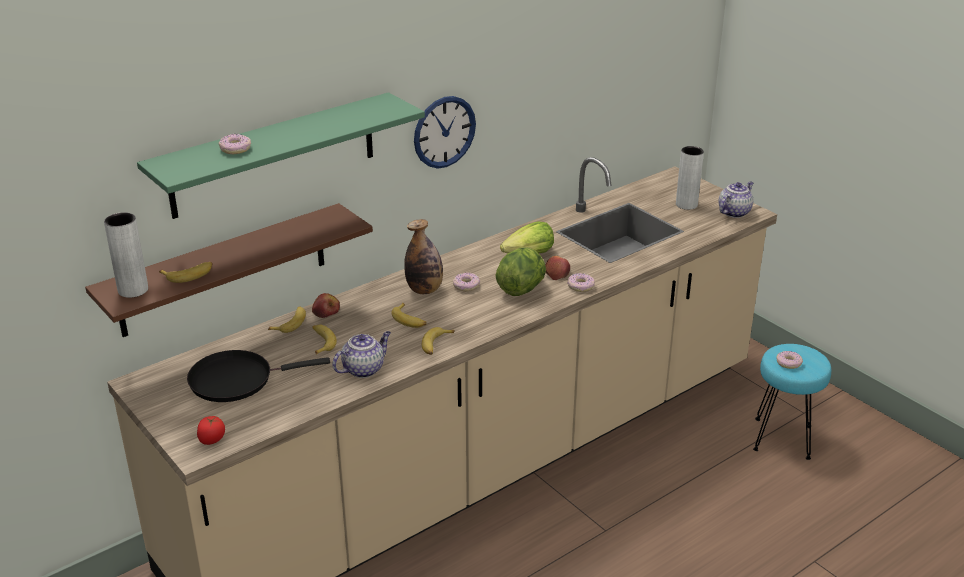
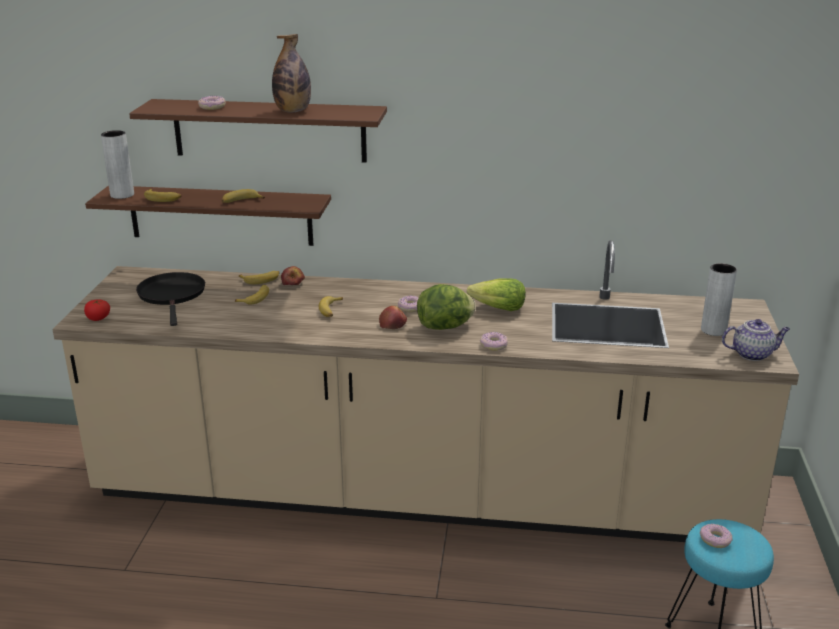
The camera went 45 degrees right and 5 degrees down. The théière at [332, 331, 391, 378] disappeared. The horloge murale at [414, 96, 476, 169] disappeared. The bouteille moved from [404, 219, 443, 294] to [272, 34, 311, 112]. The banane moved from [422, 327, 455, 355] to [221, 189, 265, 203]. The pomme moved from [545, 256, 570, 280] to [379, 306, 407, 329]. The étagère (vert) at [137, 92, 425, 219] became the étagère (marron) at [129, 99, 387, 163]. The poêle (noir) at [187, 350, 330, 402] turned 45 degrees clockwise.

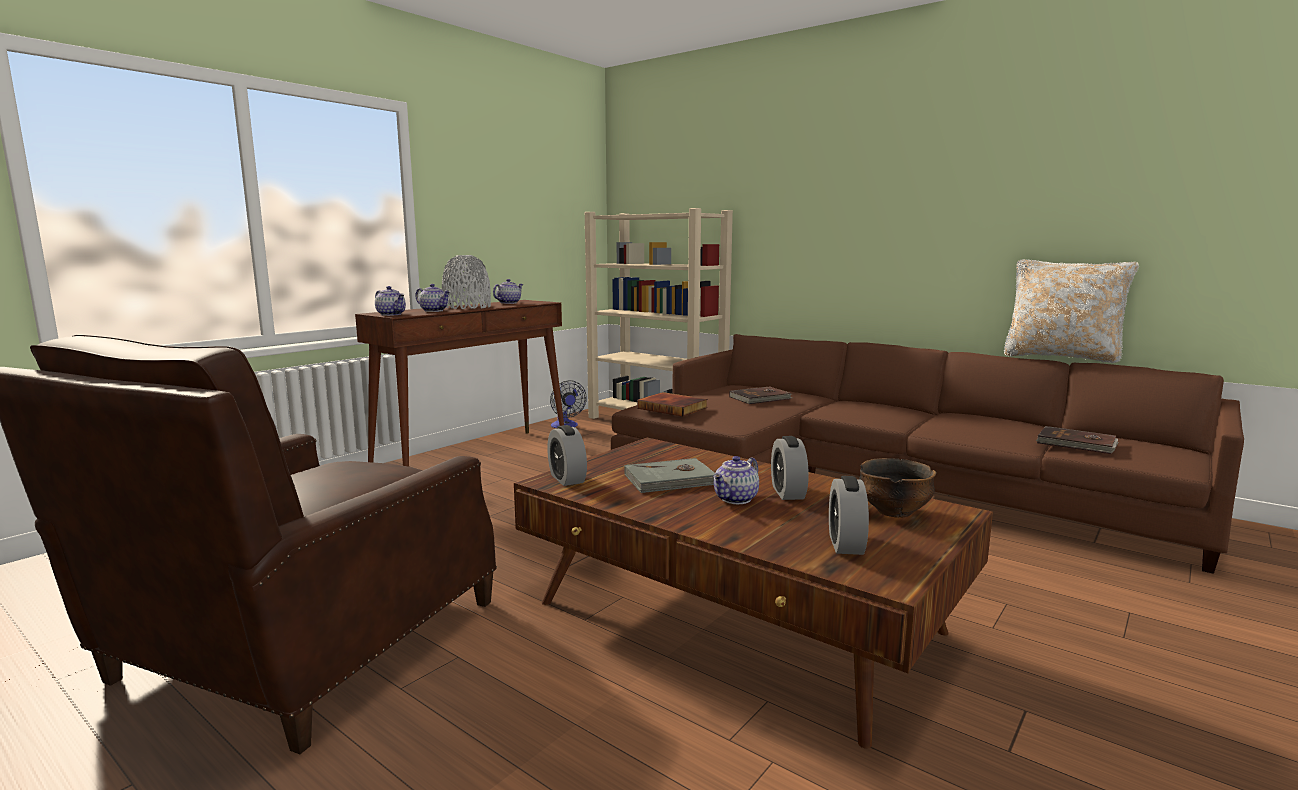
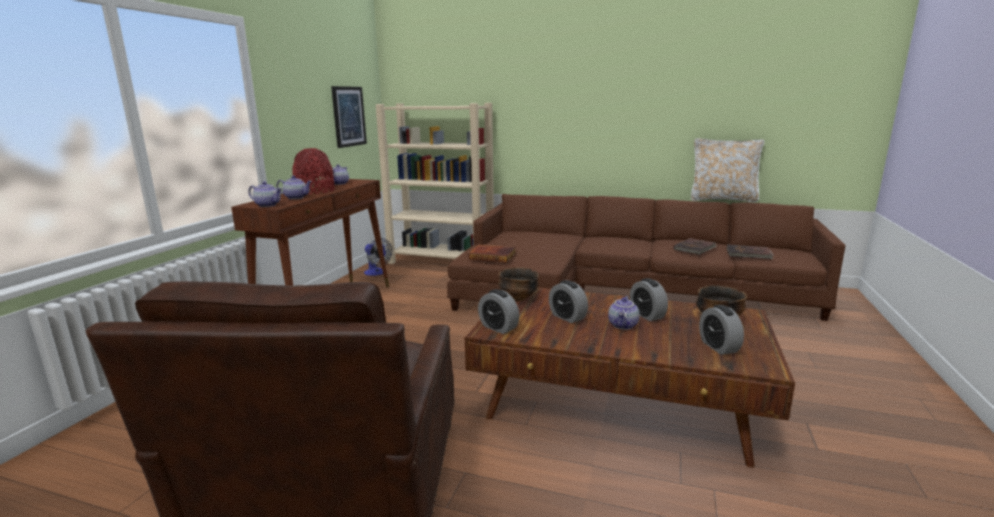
The camera went 20 degrees left and 5 degrees up. The tableau at [331, 86, 367, 148] appeared. The bol at [498, 267, 539, 302] appeared. The livre (marron) moved from [729, 387, 792, 404] to [674, 238, 717, 255]. The livre (gris) at [624, 458, 715, 493] was replaced by the réveil at [549, 280, 588, 323]. The vase (gris) at [442, 255, 491, 309] became the vase (rouge) at [292, 148, 334, 194].

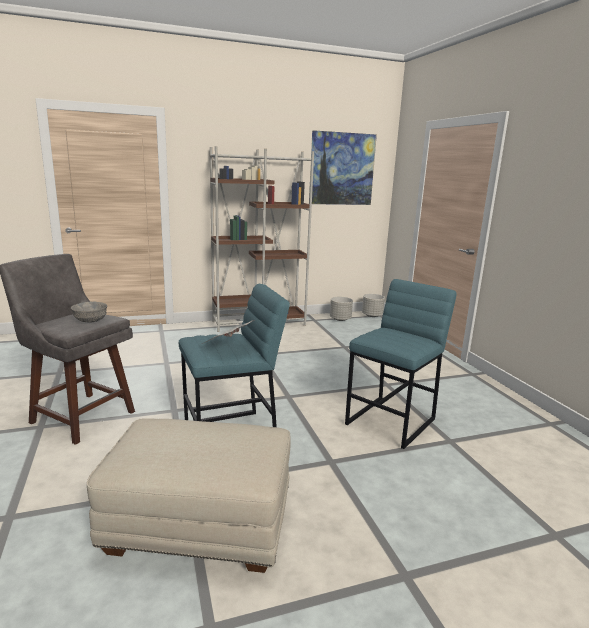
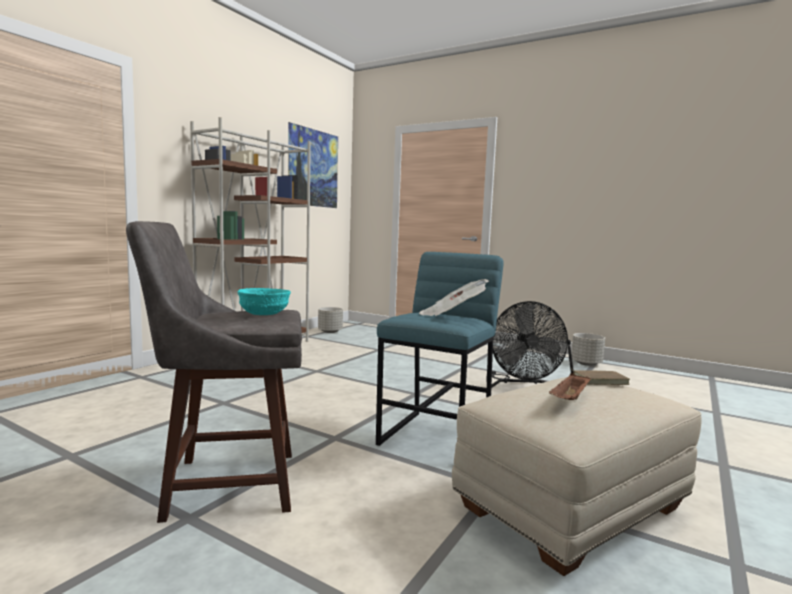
The camera went 40 degrees left and 10 degrees down. The plateau (marron) at [549, 373, 591, 400] appeared. The livre (marron) at [571, 368, 630, 385] appeared. The cache-pot (gris) moved from [362, 294, 385, 317] to [571, 333, 605, 366]. The tabouret (bleu) at [345, 279, 457, 449] was replaced by the ventilateur (noir) at [491, 301, 574, 388]. The bol (gris) at [71, 302, 107, 323] became the bol (turquoise) at [237, 288, 291, 315].

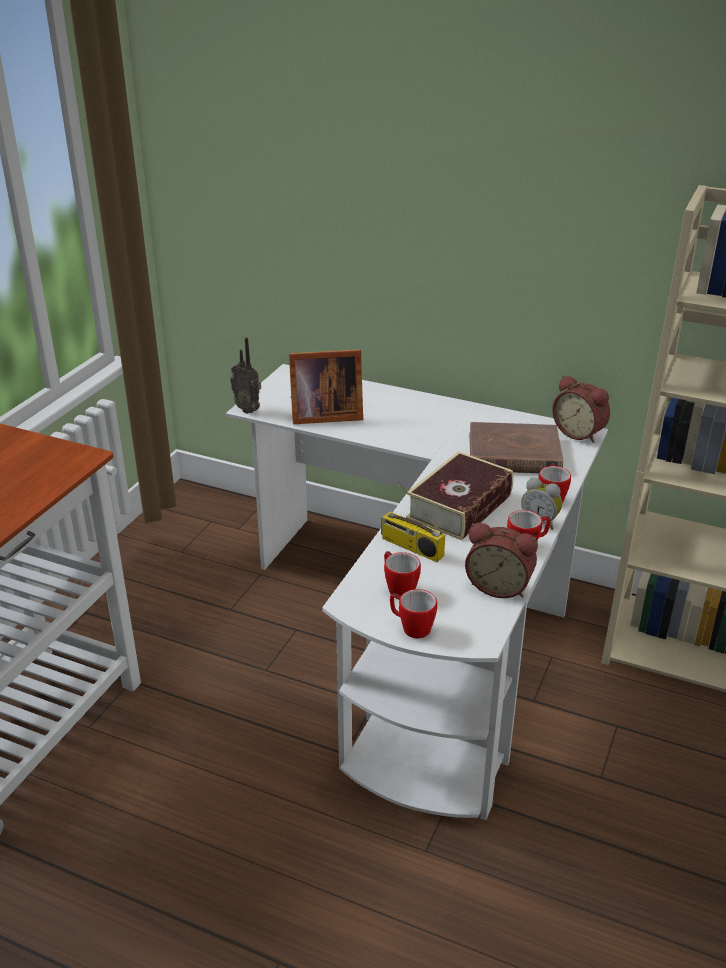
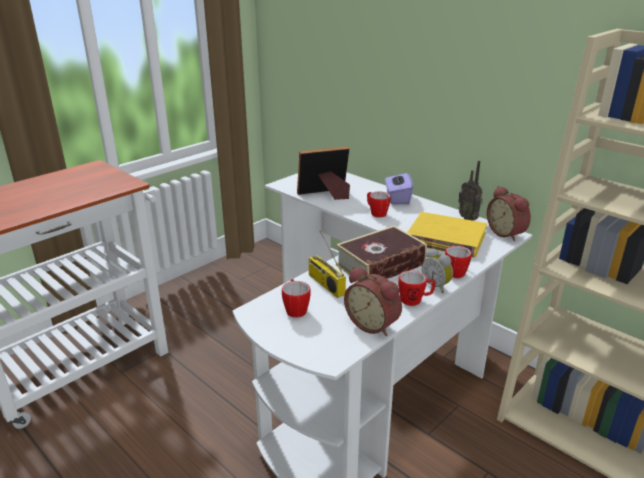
The camera went 20 degrees right and 5 degrees down. The boîte à mouchoirs (violet) at [385, 169, 413, 204] appeared. The radio moved from [230, 337, 261, 414] to [458, 160, 483, 221]. The mug moved from [390, 589, 437, 639] to [367, 192, 391, 218]. The livre (marron) at [469, 422, 563, 473] became the livre (jaune) at [407, 212, 487, 257]. The cadre photo at [289, 349, 363, 424] turned 150 degrees clockwise.

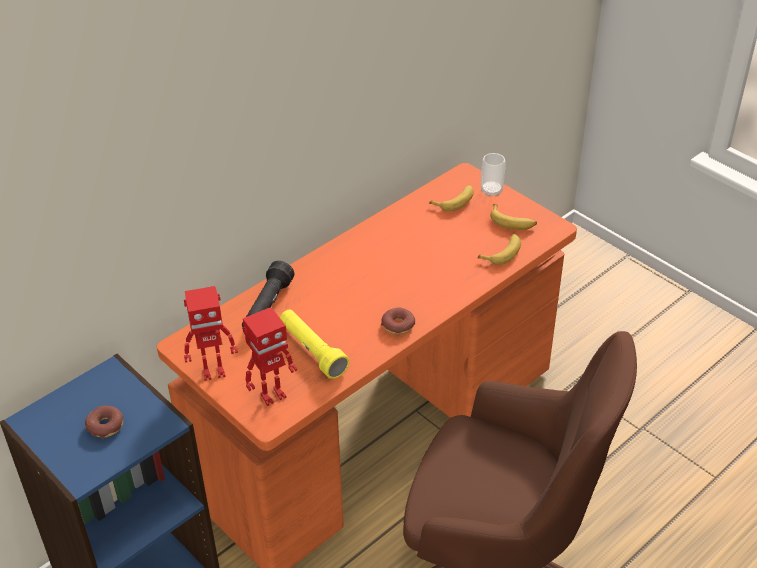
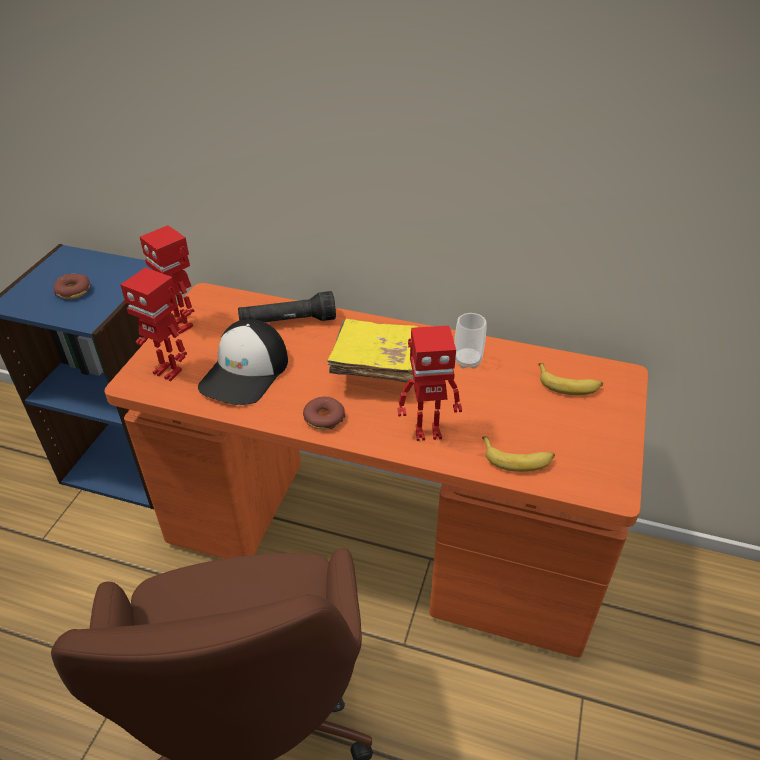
The camera went 60 degrees right and 0 degrees up. The banane at [490, 204, 537, 230] disappeared. The livre (jaune) at [327, 319, 417, 383] appeared. The robot jouet at [398, 326, 462, 441] appeared. The tasse moved from [481, 153, 505, 197] to [454, 313, 487, 369]. The lampe de poche (jaune) at [280, 310, 349, 379] was replaced by the casquette at [198, 319, 288, 405].

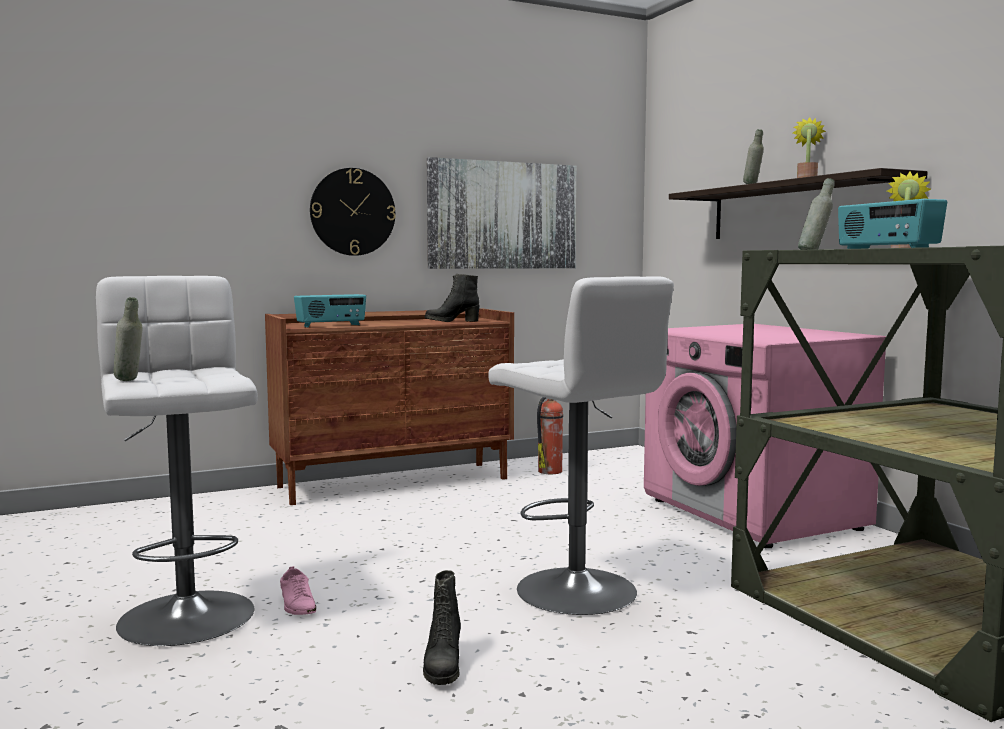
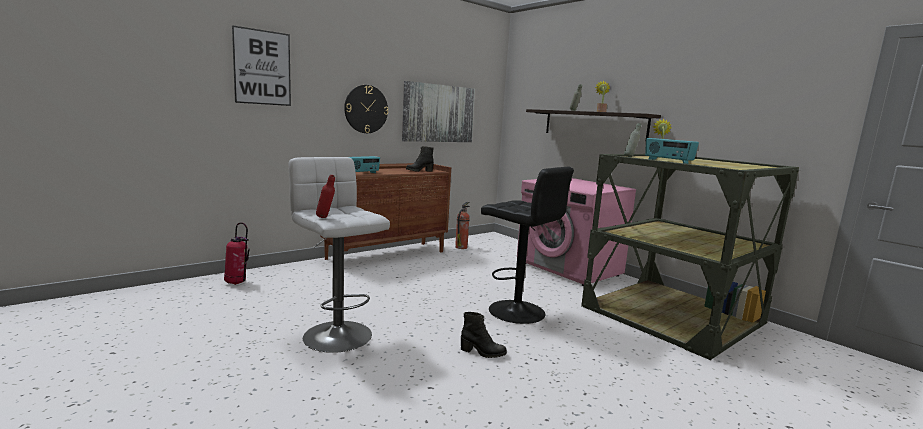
The camera went 15 degrees left and 5 degrees up. The chaussure (rose) at [280, 566, 316, 615] disappeared. The extincteur at [224, 222, 250, 285] appeared. The tableau at [232, 25, 291, 106] appeared. The bouteille (gris) at [113, 297, 143, 381] became the bouteille (rouge) at [316, 175, 335, 218]. The tabouret (blanc) at [488, 276, 674, 615] became the tabouret (noir) at [481, 167, 574, 324]. The botte (noir) at [423, 570, 461, 685] turned 60 degrees counterclockwise.

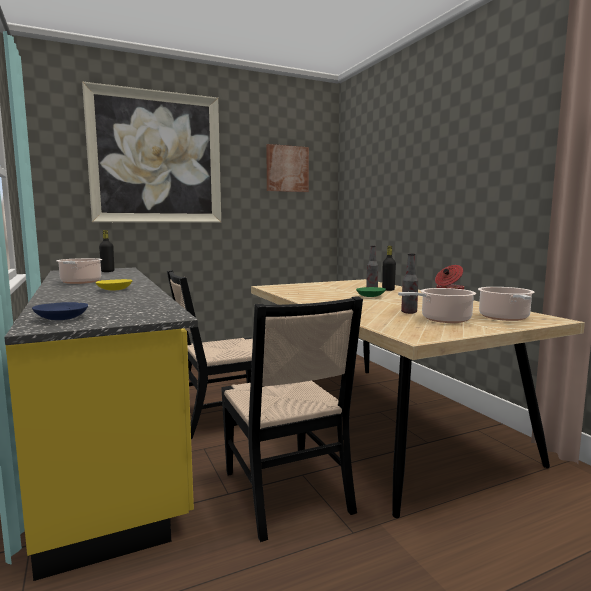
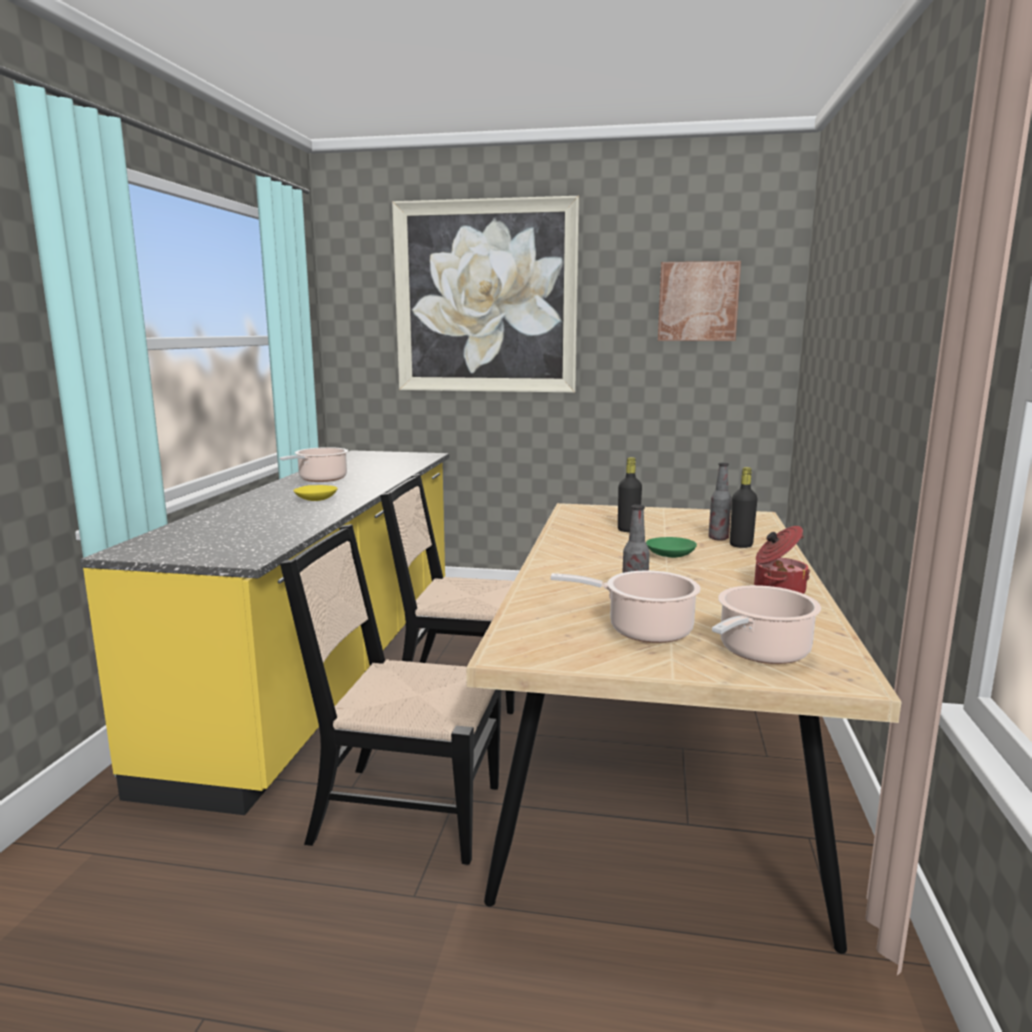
The camera went 35 degrees right and 5 degrees up. The bol (bleu) at [32, 302, 88, 320] disappeared. The bouteille (noir) moved from [99, 230, 114, 272] to [618, 457, 642, 532]. The chaise at [221, 296, 363, 542] turned 90 degrees clockwise.

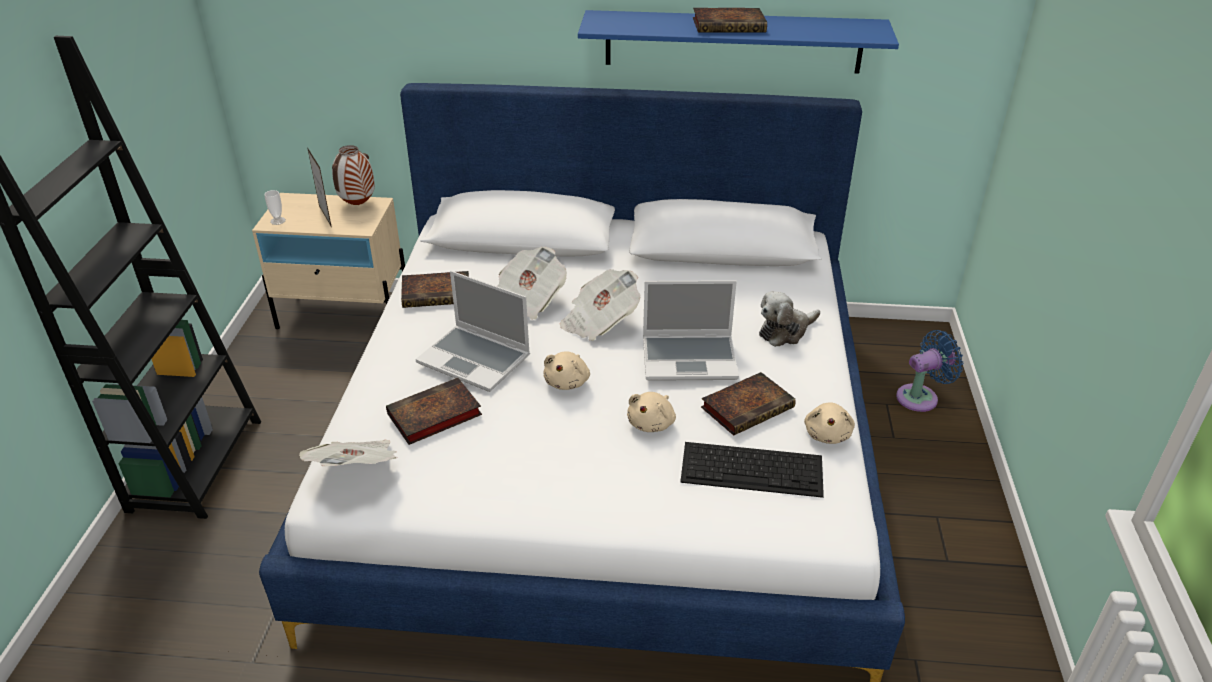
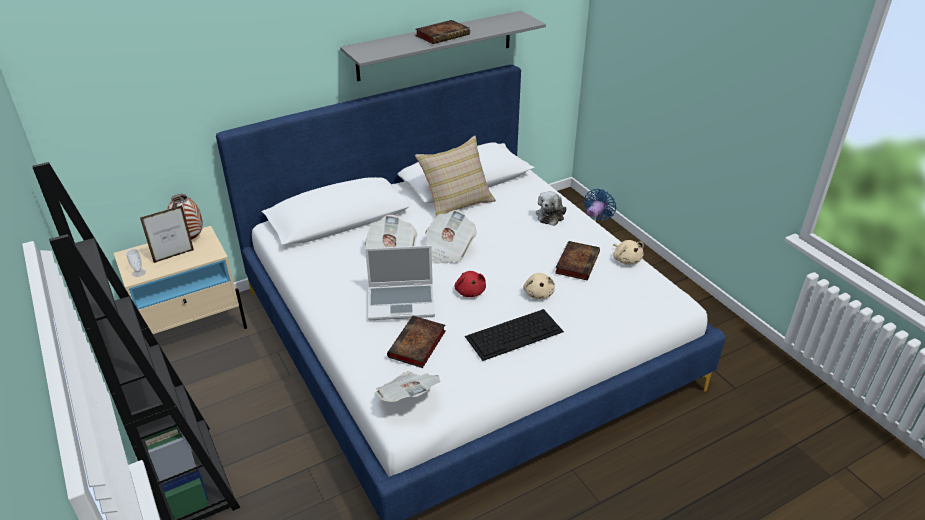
The camera went 35 degrees left and 0 degrees up. The livre at [401, 271, 469, 308] disappeared. The ordinateur portable at [643, 280, 739, 381] disappeared. The coussin (beige) at [415, 136, 496, 217] appeared. The clavier moved from [680, 442, 824, 498] to [465, 309, 564, 361]. The peluche (beige) at [544, 351, 590, 390] became the peluche (rouge) at [455, 271, 486, 297]. The étagère (bleu) at [578, 10, 899, 74] became the étagère (gris) at [340, 11, 546, 81]. The cadre photo at [307, 147, 332, 227] turned 120 degrees clockwise.

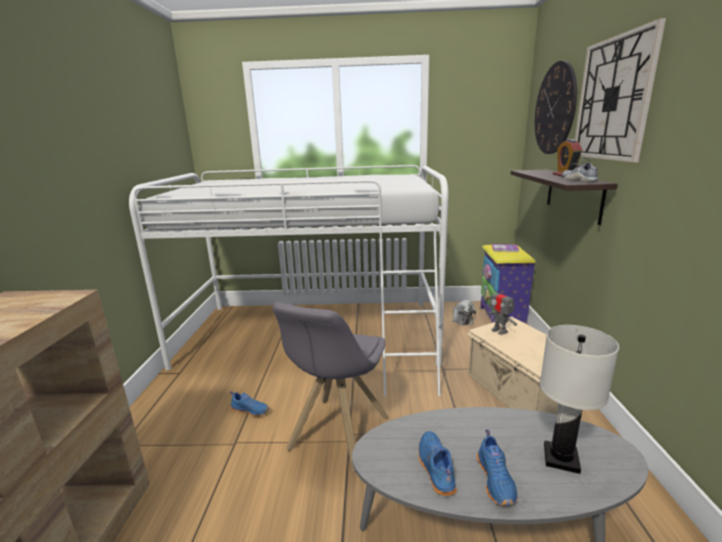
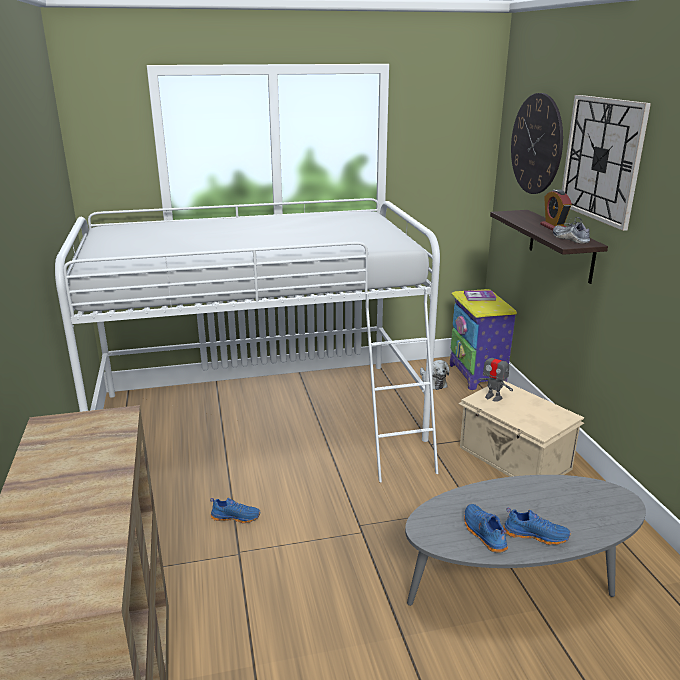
The camera went 15 degrees left and 5 degrees up. The chaise (gris) at [273, 302, 389, 472] disappeared. The lampe de table (blanc) at [540, 325, 619, 474] disappeared. The chaussure (bleu) at [477, 430, 517, 505] turned 60 degrees counterclockwise.

